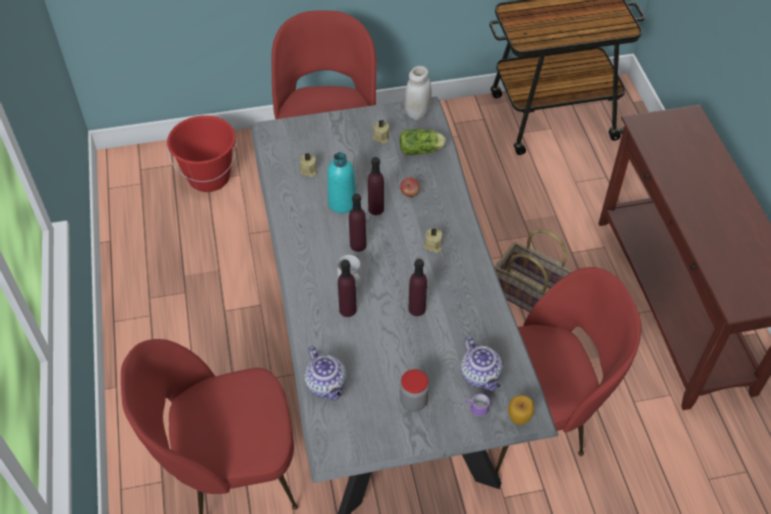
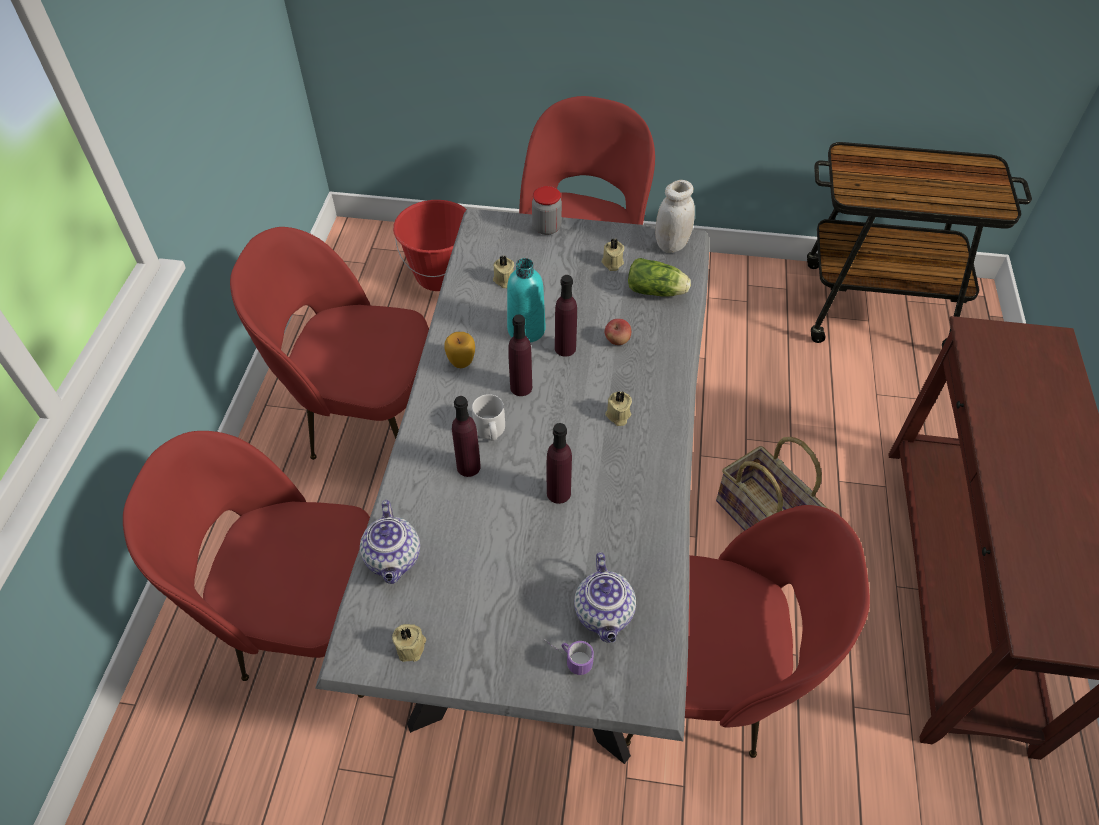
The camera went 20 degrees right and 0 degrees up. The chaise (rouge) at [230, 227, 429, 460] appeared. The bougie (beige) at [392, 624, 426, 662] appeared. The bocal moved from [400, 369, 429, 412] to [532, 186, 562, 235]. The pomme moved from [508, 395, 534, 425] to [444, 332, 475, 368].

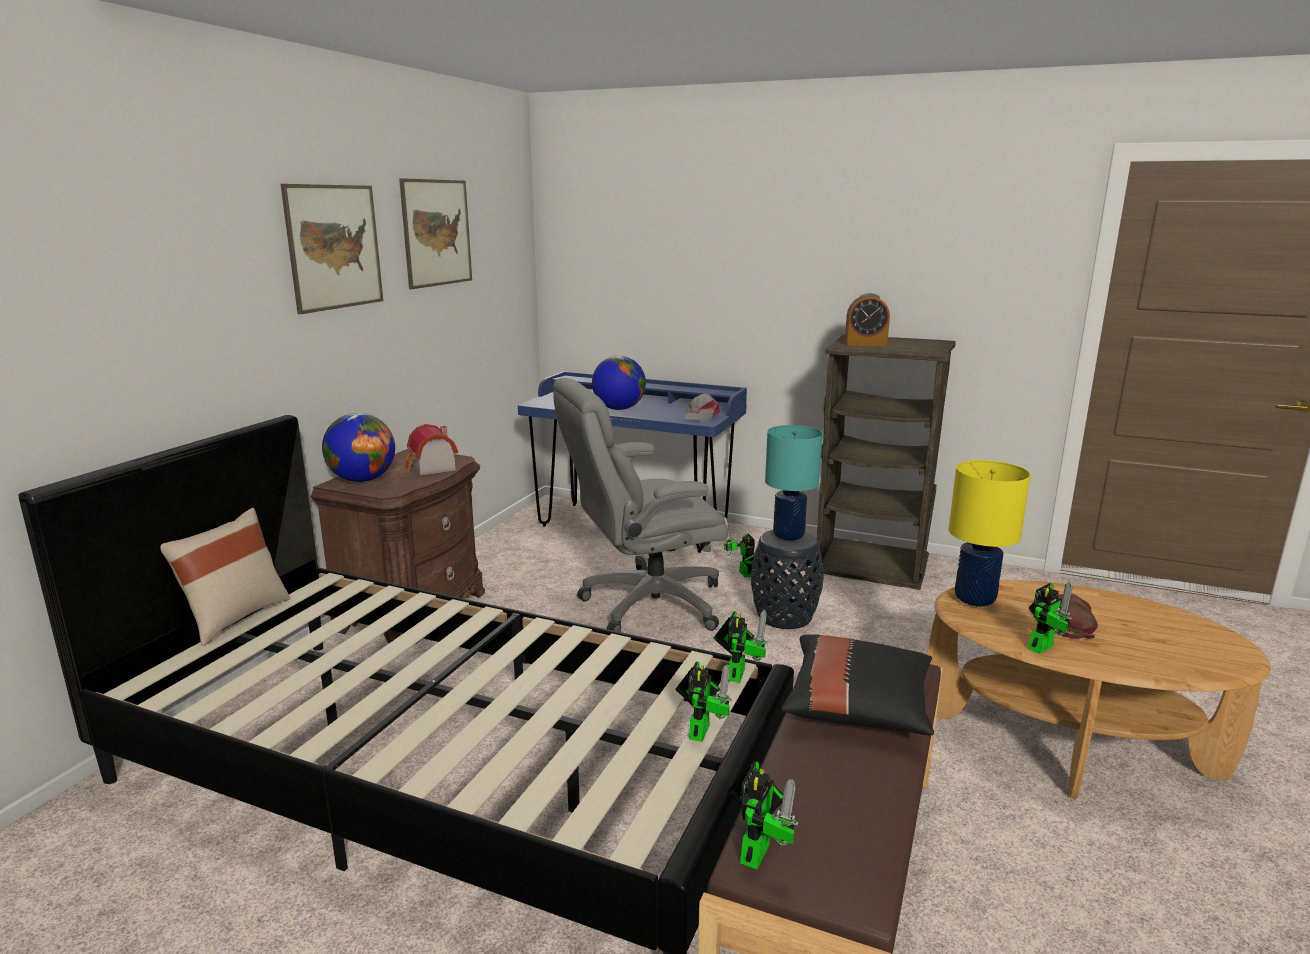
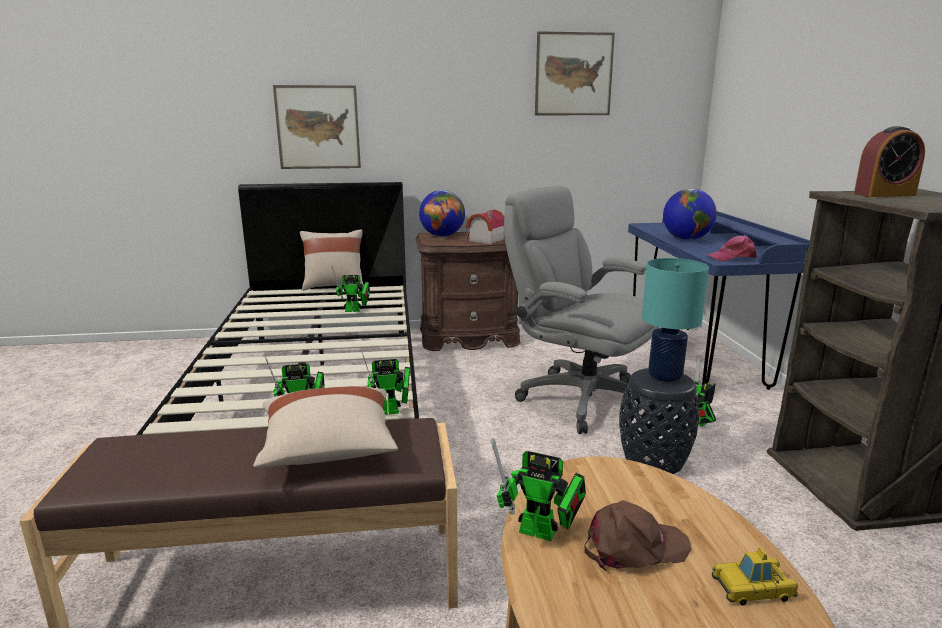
The camera went 60 degrees right and 0 degrees up. The lampe de table (jaune) at [949, 460, 1031, 607] disappeared. The petite voiture at [712, 548, 798, 606] appeared. The tableau moved from [281, 184, 383, 314] to [273, 85, 361, 169]. The robot jouet moved from [728, 761, 798, 870] to [331, 265, 370, 312]. The casquette (gris) at [683, 393, 720, 422] became the casquette (rose) at [707, 235, 757, 261]. The coussin (noir) at [781, 634, 934, 736] became the coussin (beige) at [253, 386, 398, 468]. The réveil at [845, 293, 890, 346] turned 75 degrees counterclockwise.

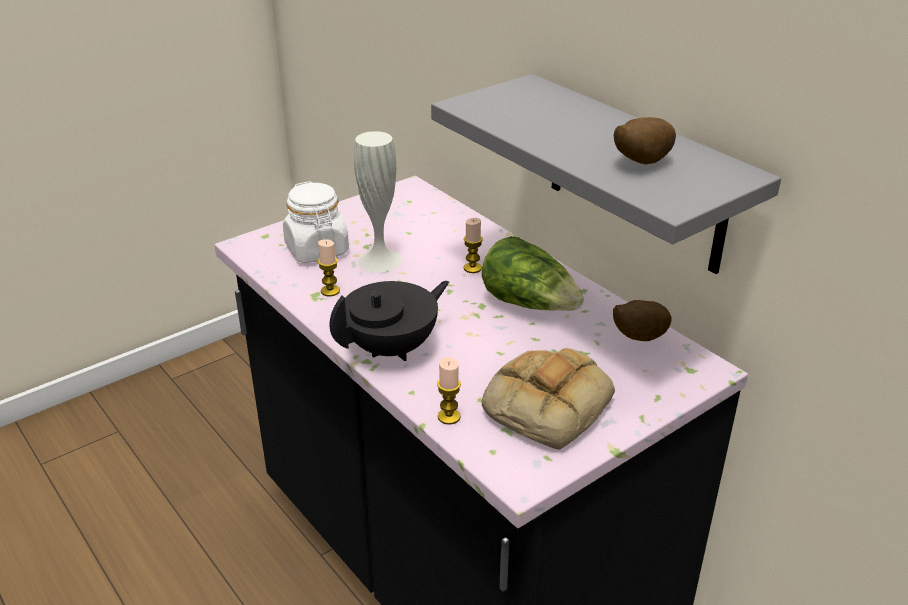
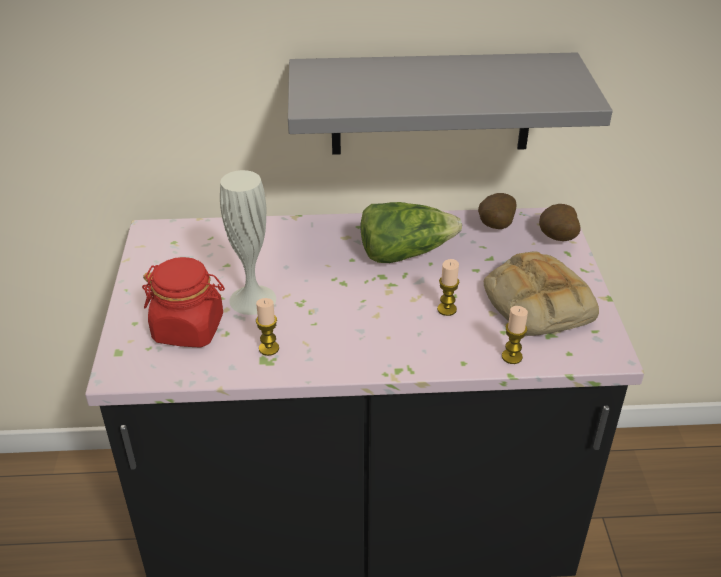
The camera went 55 degrees left and 5 degrees up. The théière (noir) at [330, 281, 449, 361] disappeared. The bougie moved from [464, 218, 483, 273] to [437, 259, 460, 316]. The pomme de terre moved from [614, 117, 676, 164] to [539, 204, 581, 241]. The bocal (blanc) at [283, 181, 349, 263] became the bocal (rouge) at [142, 257, 225, 348].

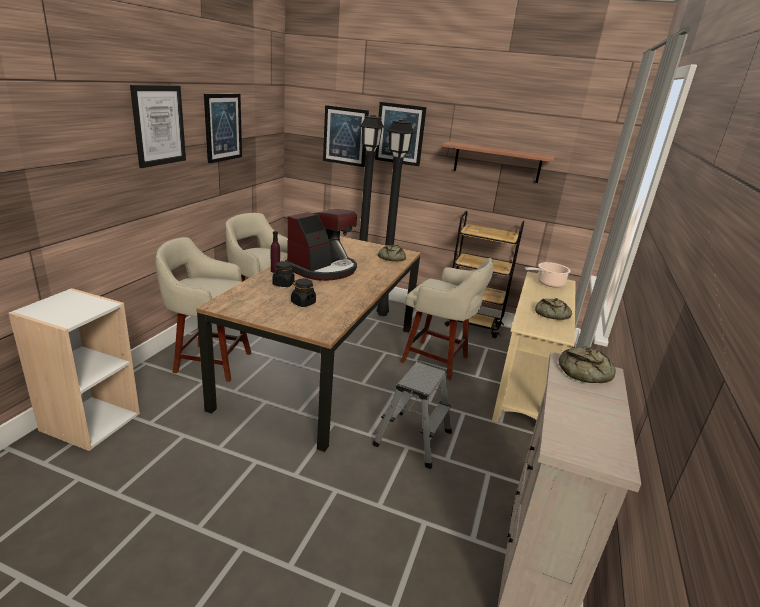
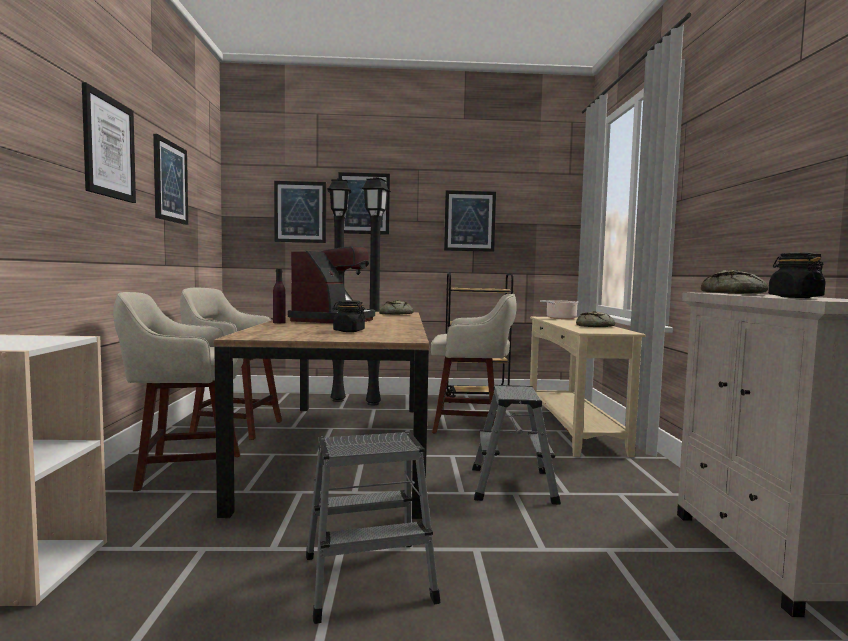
The camera went 20 degrees left and 20 degrees down. The escabeau (gris) at [306, 431, 440, 624] appeared. The bocal (noir) moved from [272, 261, 295, 287] to [768, 253, 826, 298]. The étagère at [442, 141, 555, 183] was replaced by the tableau at [444, 190, 496, 252].

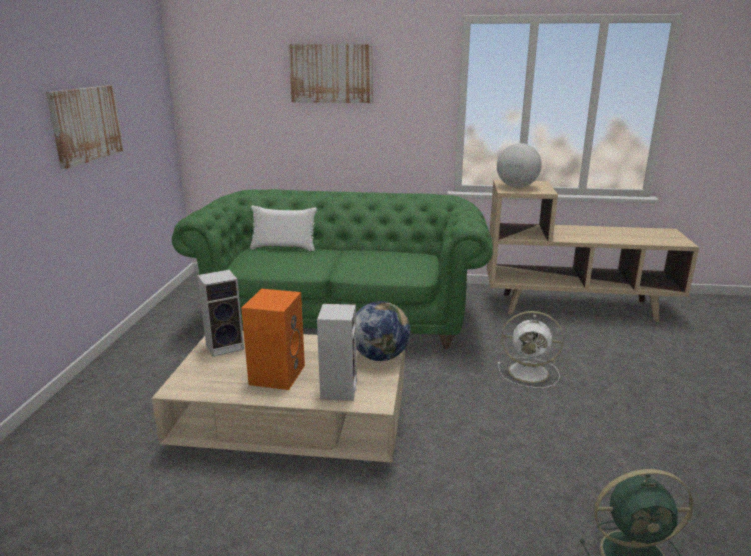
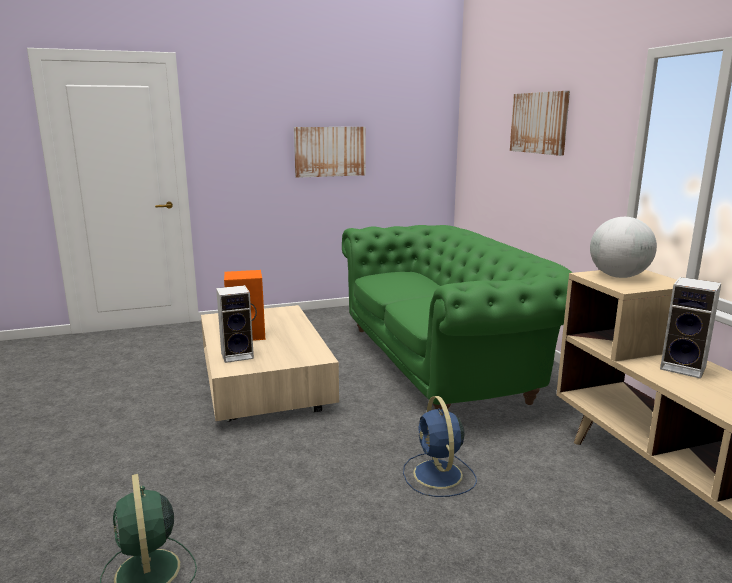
The camera went 65 degrees right and 5 degrees down. The coussin (blanc) at [250, 206, 317, 252] disappeared. The globe at [356, 301, 410, 361] disappeared. The enceinte moved from [198, 270, 244, 357] to [660, 277, 721, 379]. The ventilateur (blanc) at [498, 311, 564, 388] became the ventilateur (bleu) at [403, 396, 477, 497].

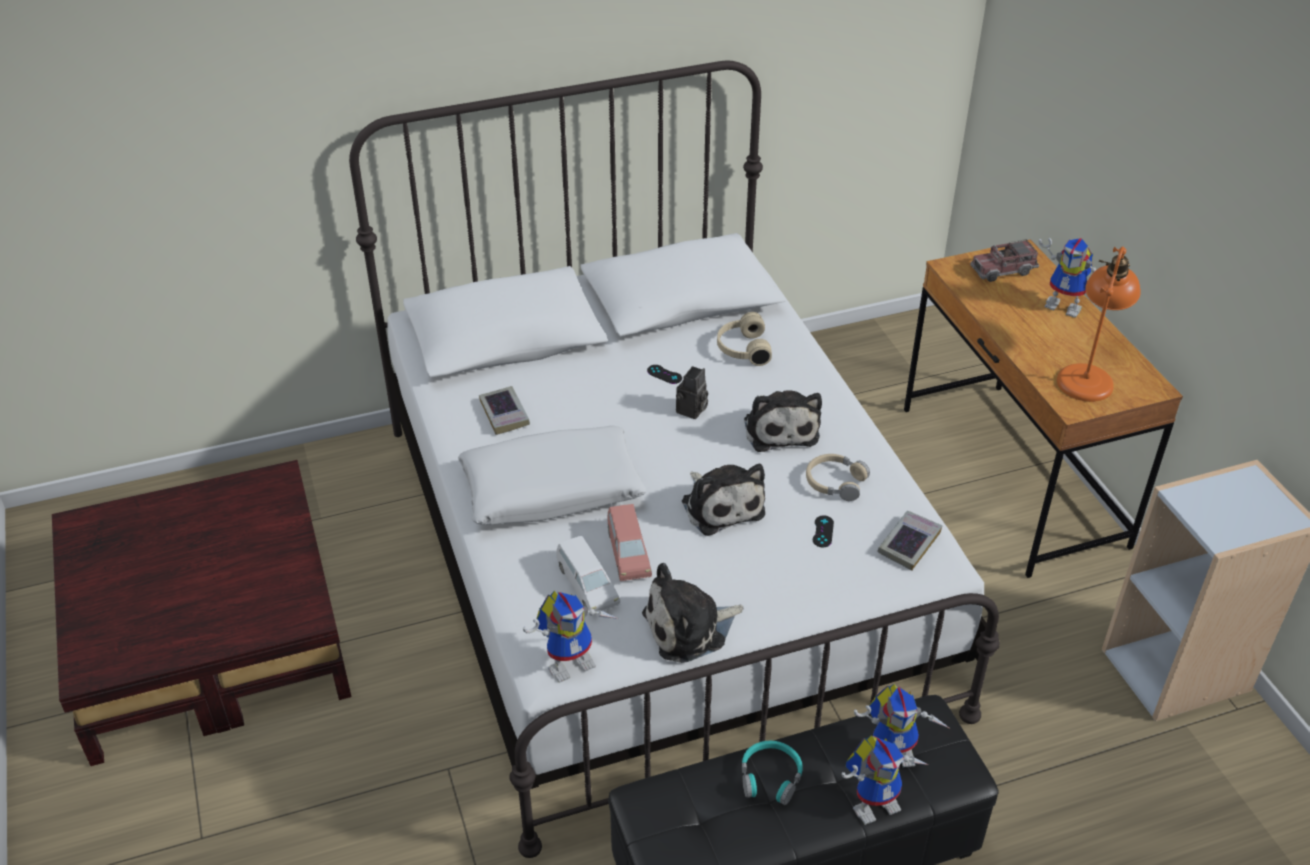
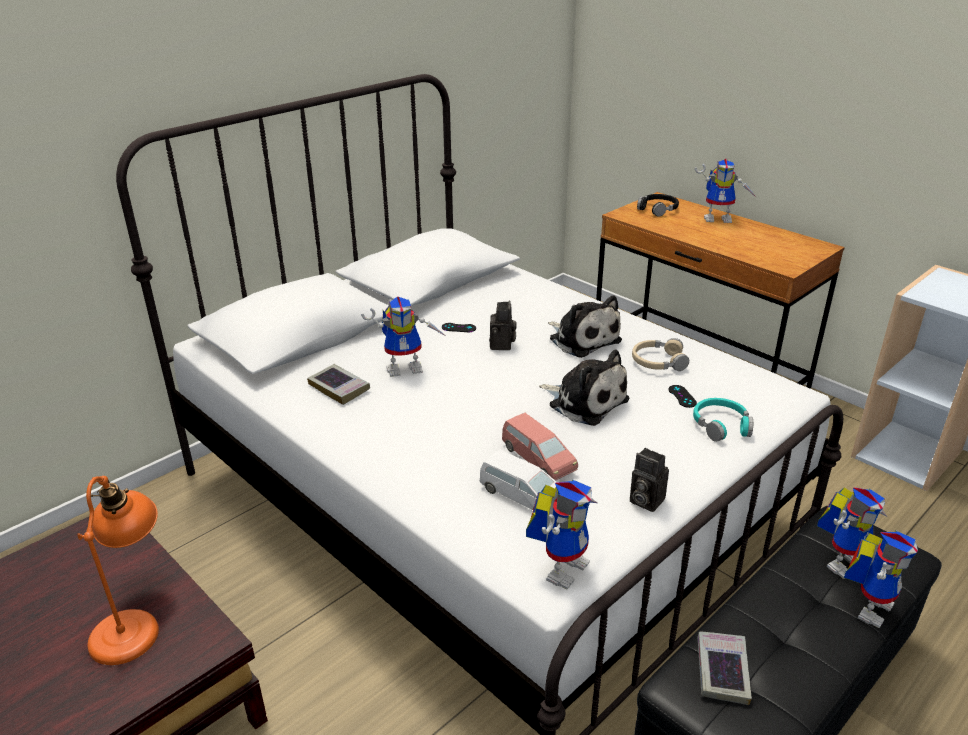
The camera went 25 degrees left and 10 degrees down. The coussin (blanc) at [458, 426, 646, 525] disappeared. The casque audio (beige) at [717, 312, 772, 366] disappeared. The robot jouet at [361, 297, 446, 377] appeared. The casque audio (turquoise) moved from [742, 741, 803, 805] to [693, 398, 753, 442]. The livre moved from [877, 511, 942, 571] to [697, 631, 752, 705]. The lampe de table (orange) moved from [1057, 247, 1141, 402] to [77, 476, 159, 665]. The peluche at [642, 563, 743, 663] was replaced by the appareil photo at [630, 448, 669, 512]. The camion jouet at [970, 239, 1039, 282] was replaced by the casque audio (noir) at [637, 194, 679, 217].

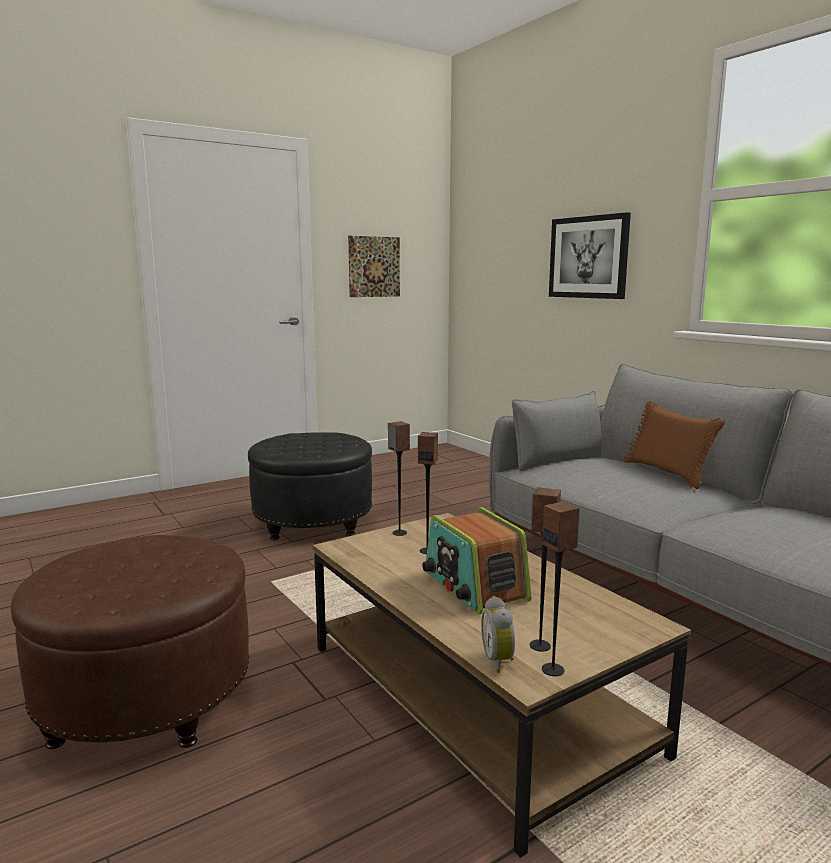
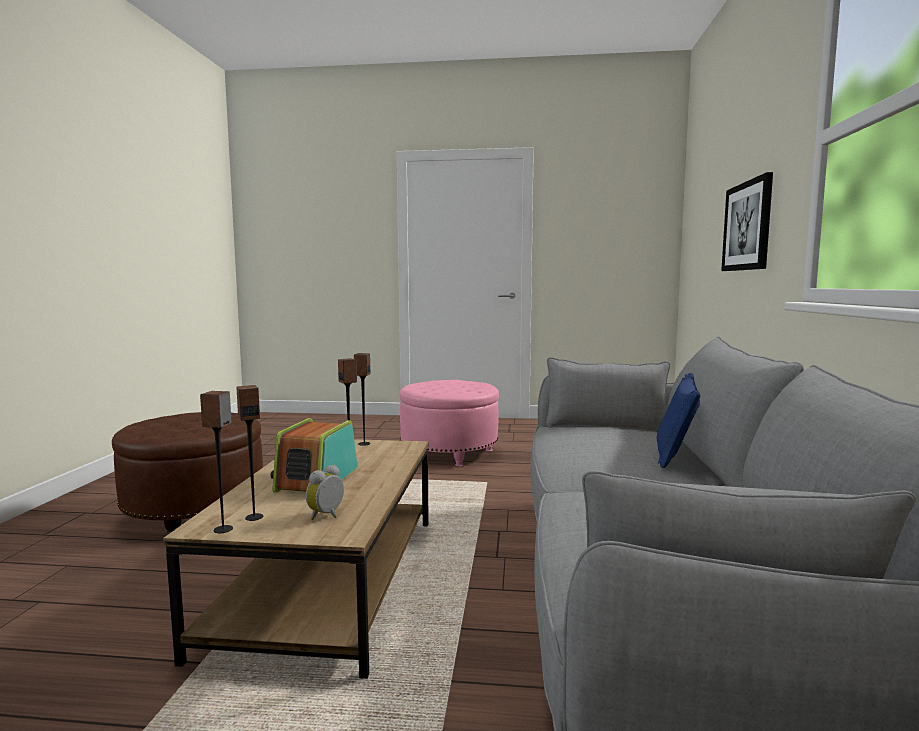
The camera went 40 degrees right and 5 degrees down. The tableau at [348, 236, 400, 297] disappeared. The réveil moved from [481, 596, 515, 673] to [306, 465, 344, 520]. The pouf (noir) at [248, 432, 372, 540] became the pouf (rose) at [400, 380, 499, 467]. The coussin (marron) at [624, 401, 725, 489] became the coussin (bleu) at [657, 373, 701, 468].

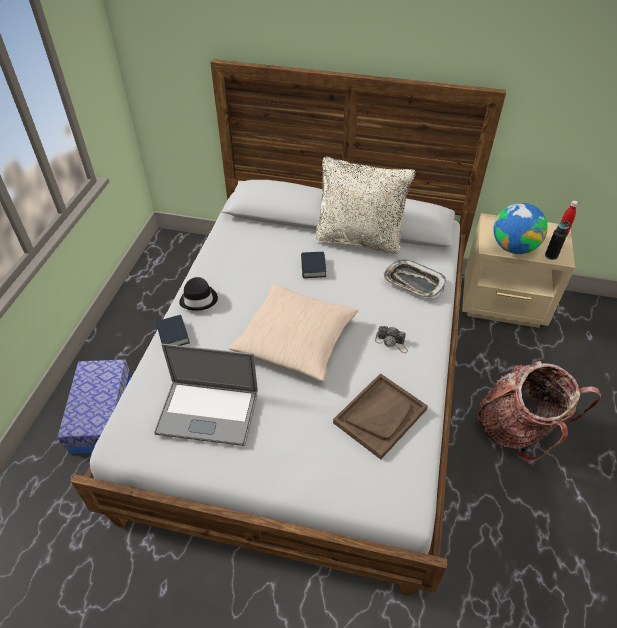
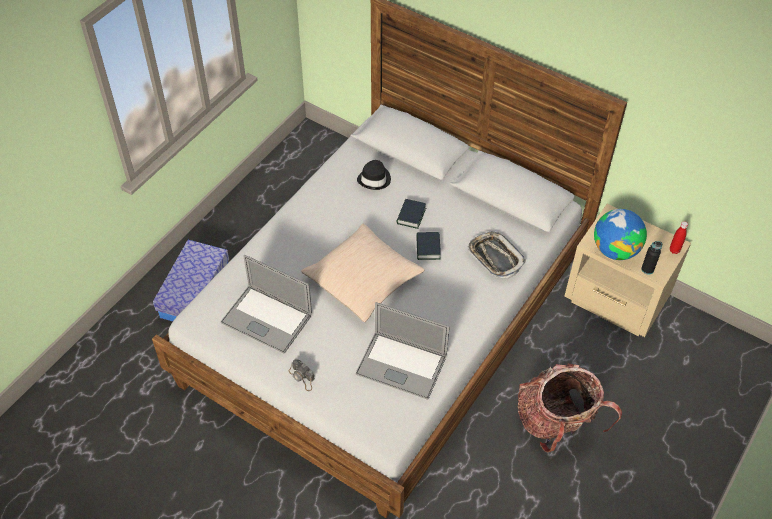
The camera went 20 degrees right and 5 degrees up. The coussin (beige) at [316, 157, 416, 254] disappeared. The livre moved from [156, 315, 190, 346] to [416, 232, 441, 260]. The chapeau (noir) moved from [179, 277, 218, 311] to [357, 160, 391, 190]. The appareil photo moved from [375, 326, 408, 353] to [289, 359, 315, 391]. The plateau (marron) at [333, 373, 428, 460] was replaced by the ordinateur portable at [356, 302, 450, 400].

